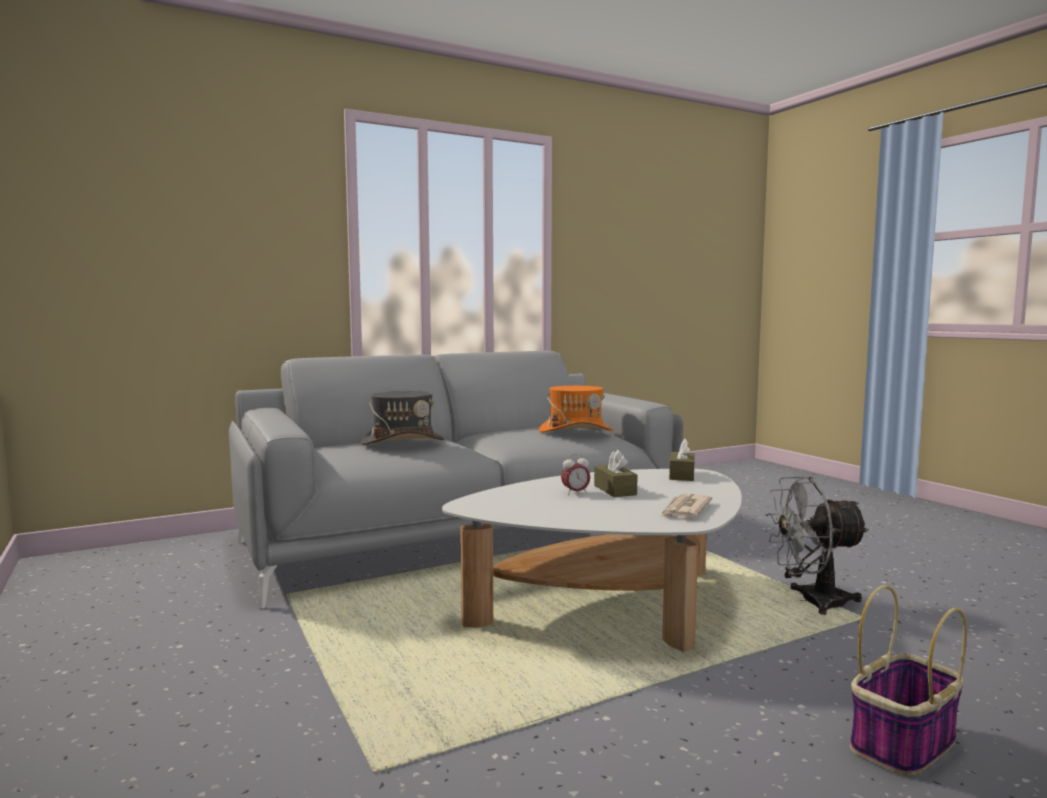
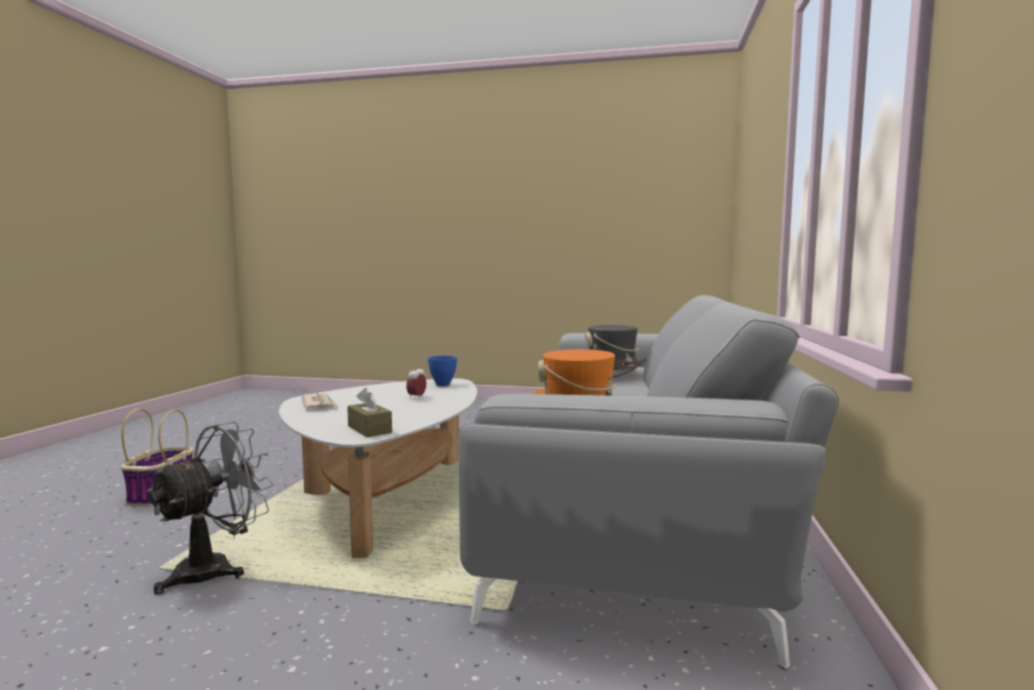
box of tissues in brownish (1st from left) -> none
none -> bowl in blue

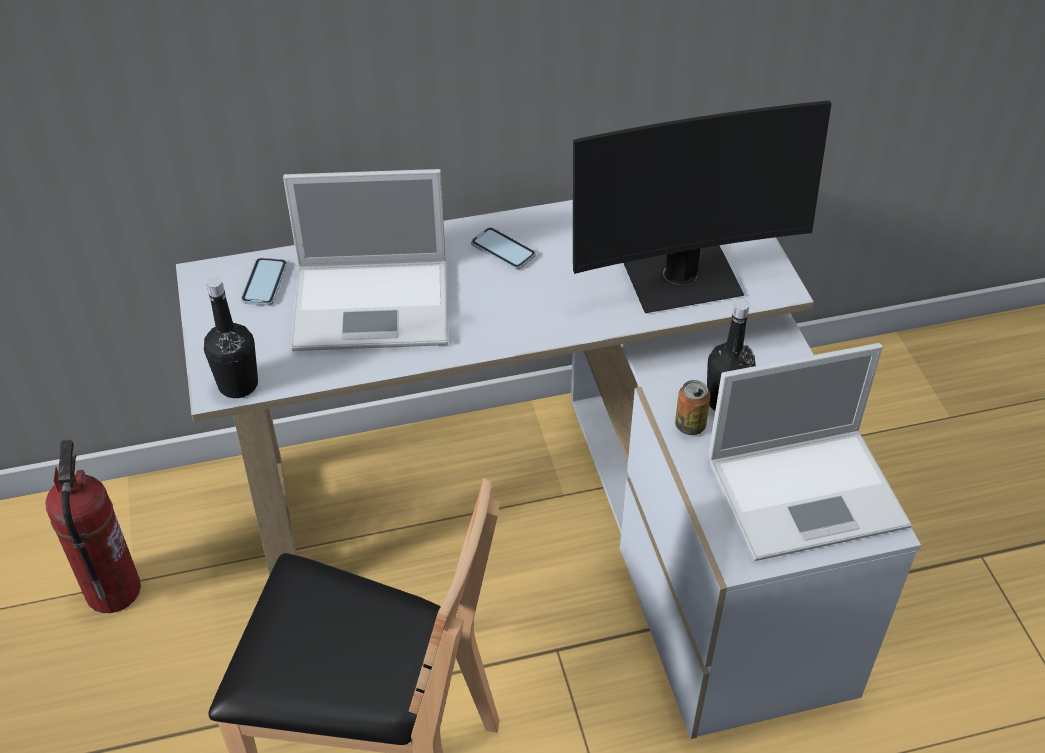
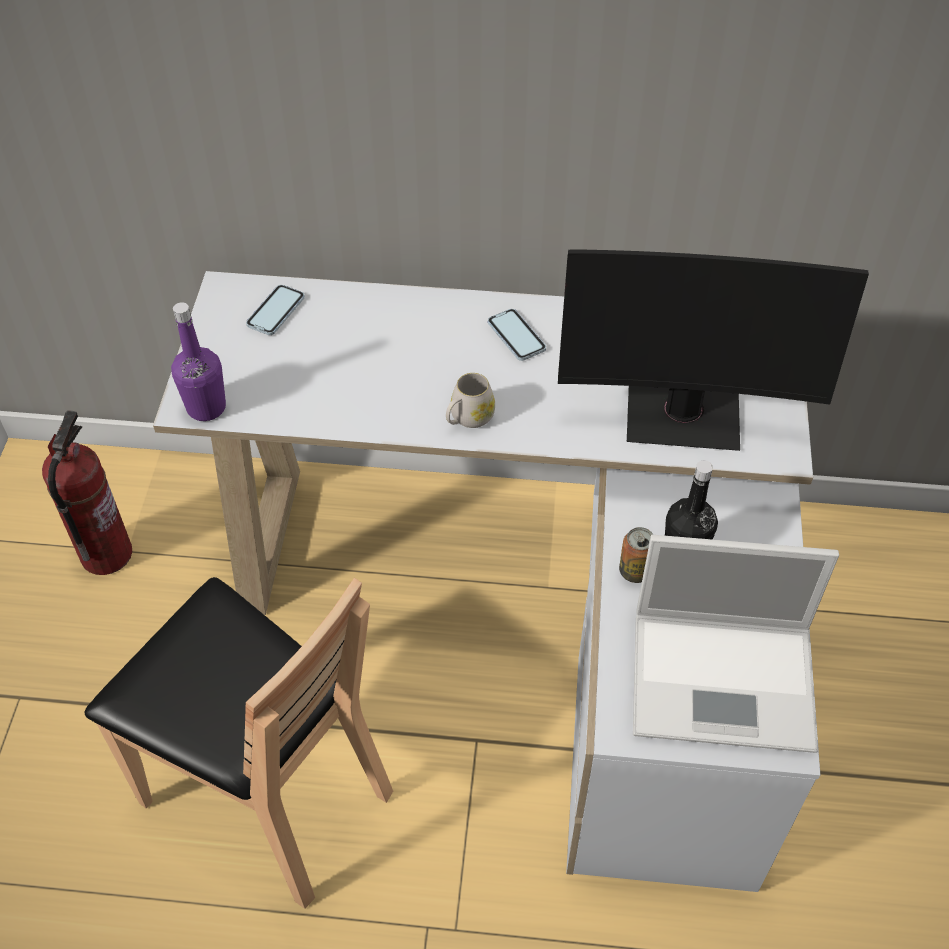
beverage bottle in blackish (1st from left) -> beverage bottle in purple-coloured
portable computer (1st from left) -> none
none -> mug in white

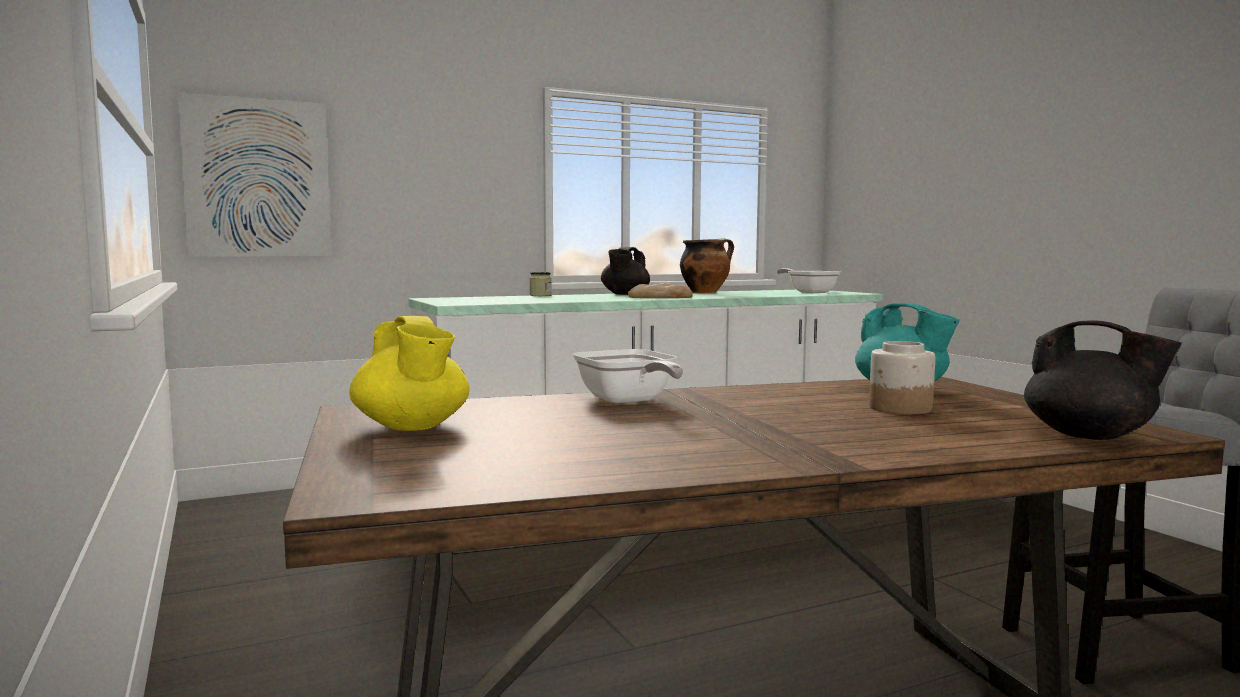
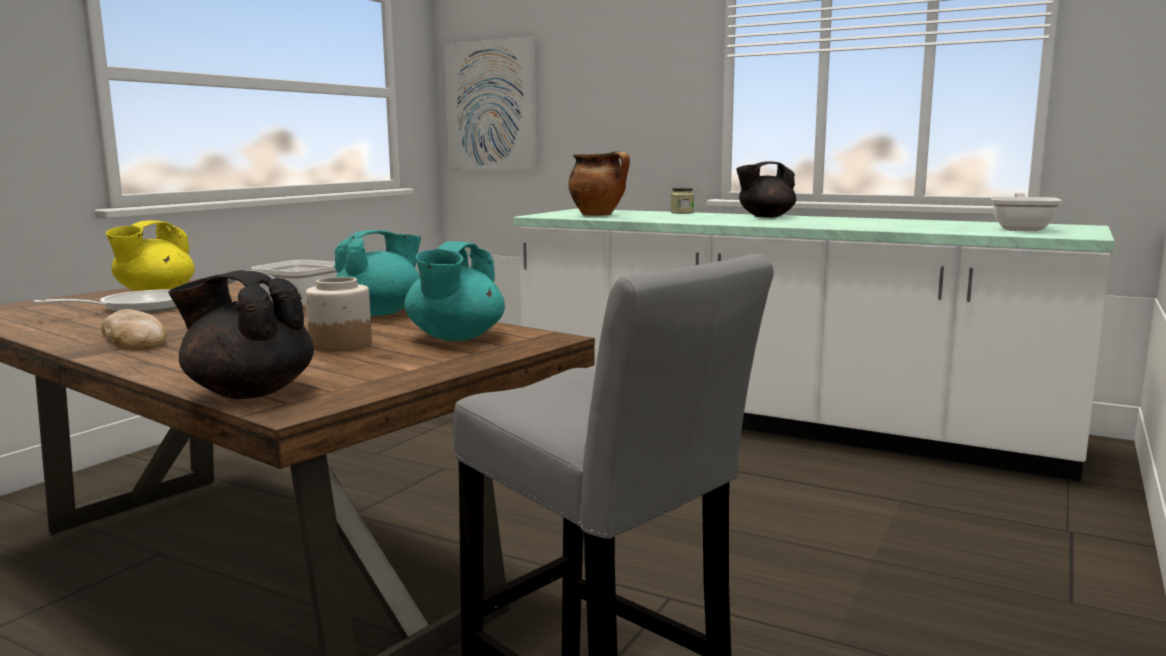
bread, moved
stockpot, moved
pot for tea in blackish (2nd from left in the first image) -> pot for tea in blackish (1st from left), 105 degrees clockwise
none -> pan (1st from left)
none -> pot for tea in turquoise-coloured (1st from left)

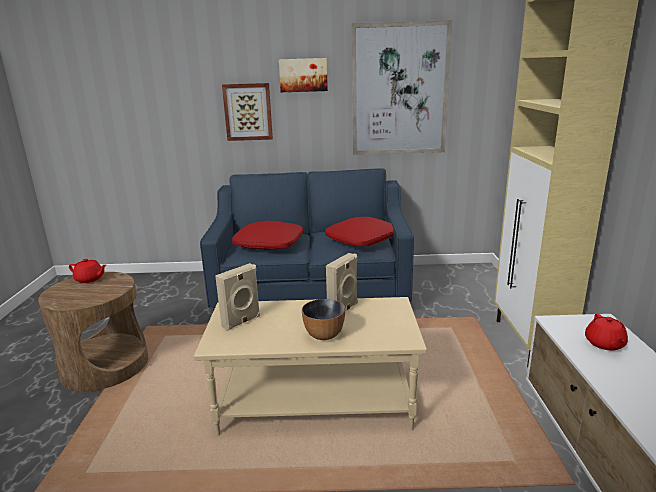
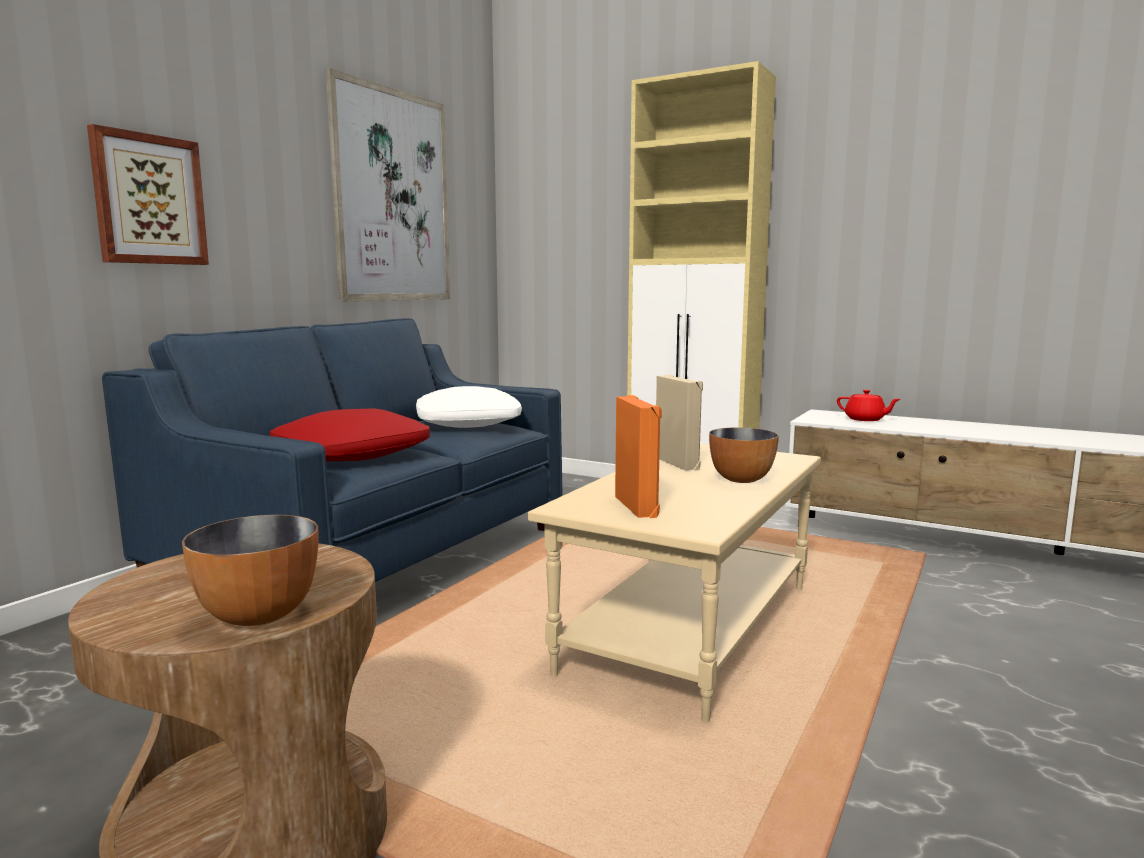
pot for tea in red-coloured (1st from left) -> none
audio speaker in beige-coloured (1st from left) -> audio speaker in orangey
wall picture (2nd from left) -> none
pillow in red-coloured (2nd from left) -> pillow in white
none -> bowl (1st from left)

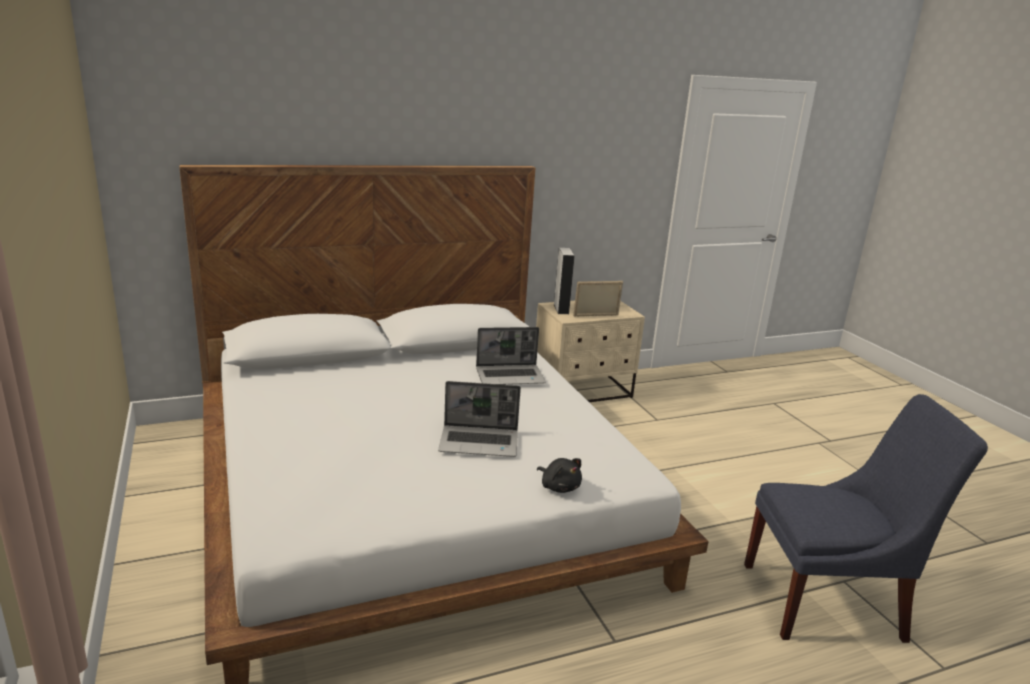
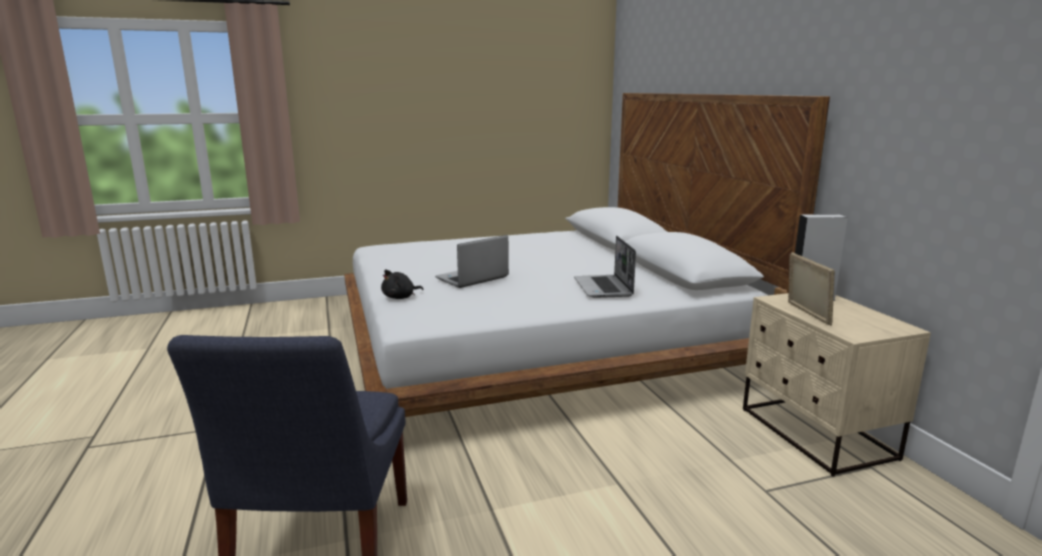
portable computer (1st from left), 45 degrees clockwise

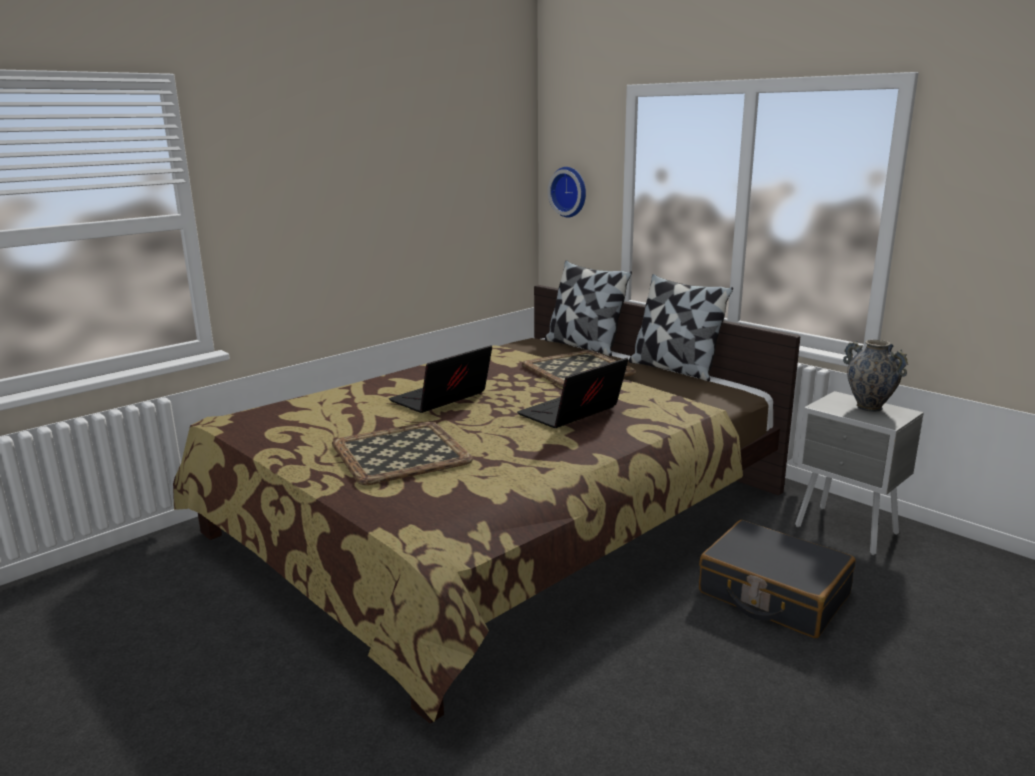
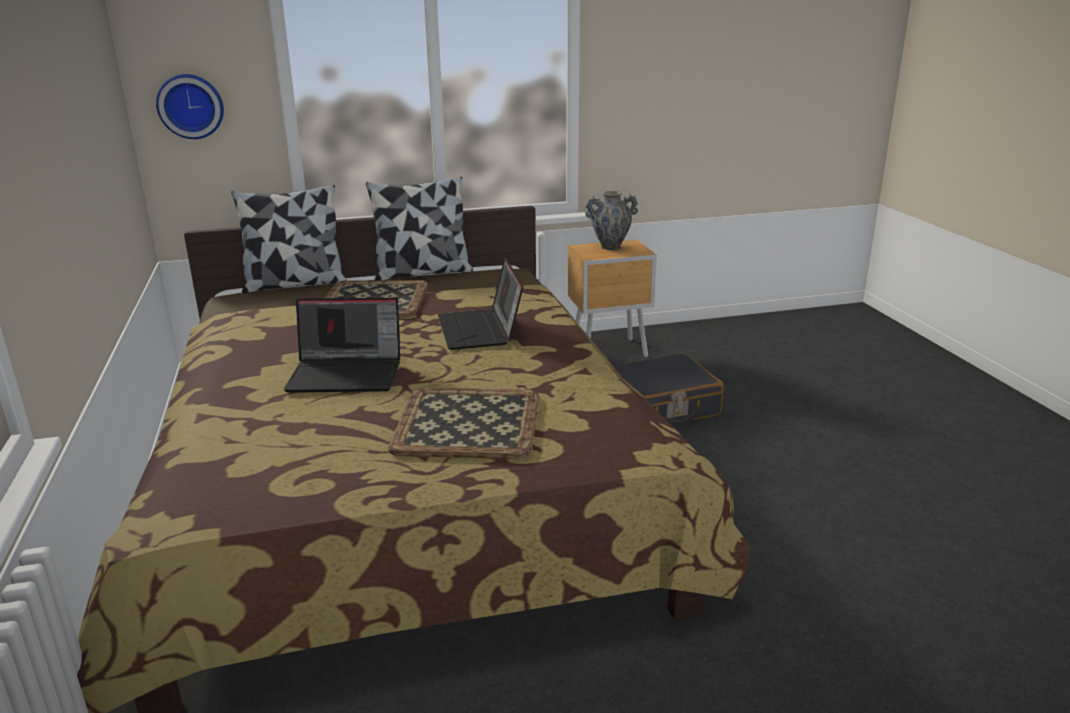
portable computer (1st from left), 75 degrees counterclockwise
nightstand in greyish -> nightstand in brownish

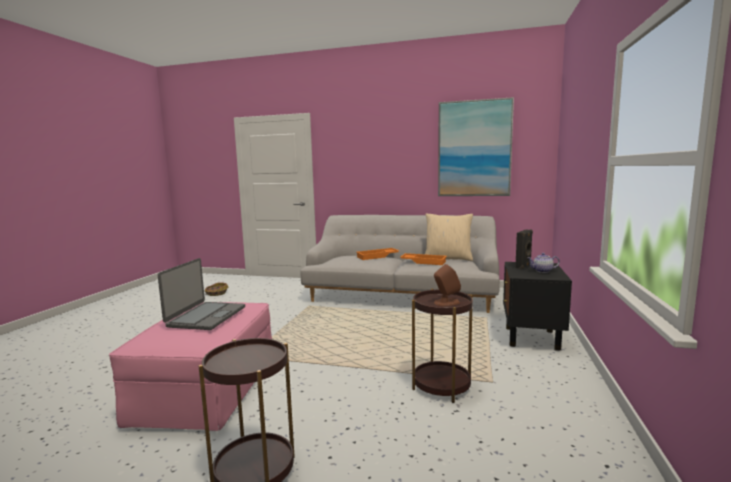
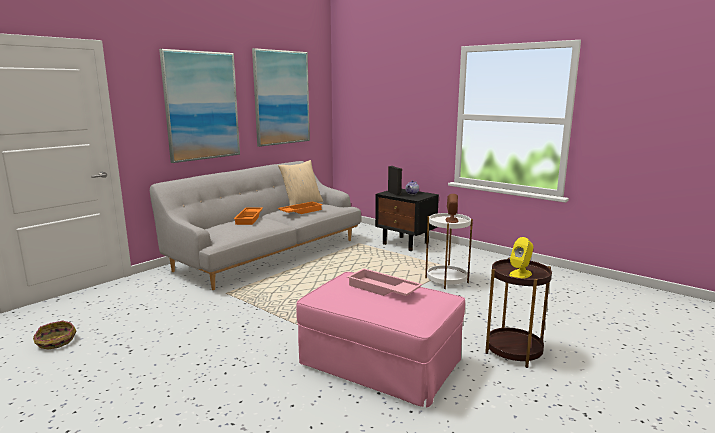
portable computer -> tray in pink
side table in brownish (2nd from left) -> side table in white
none -> wall picture (1st from left)
none -> audio speaker in yellow

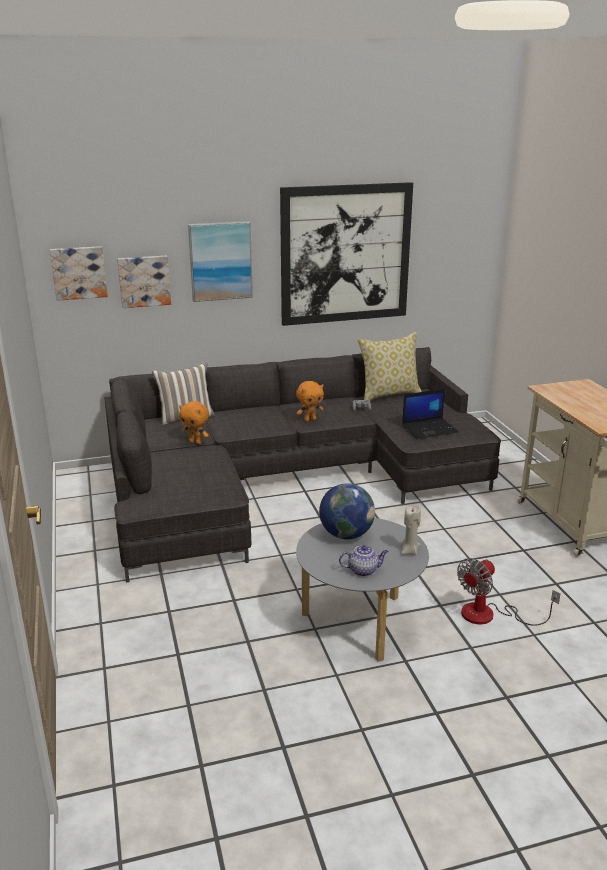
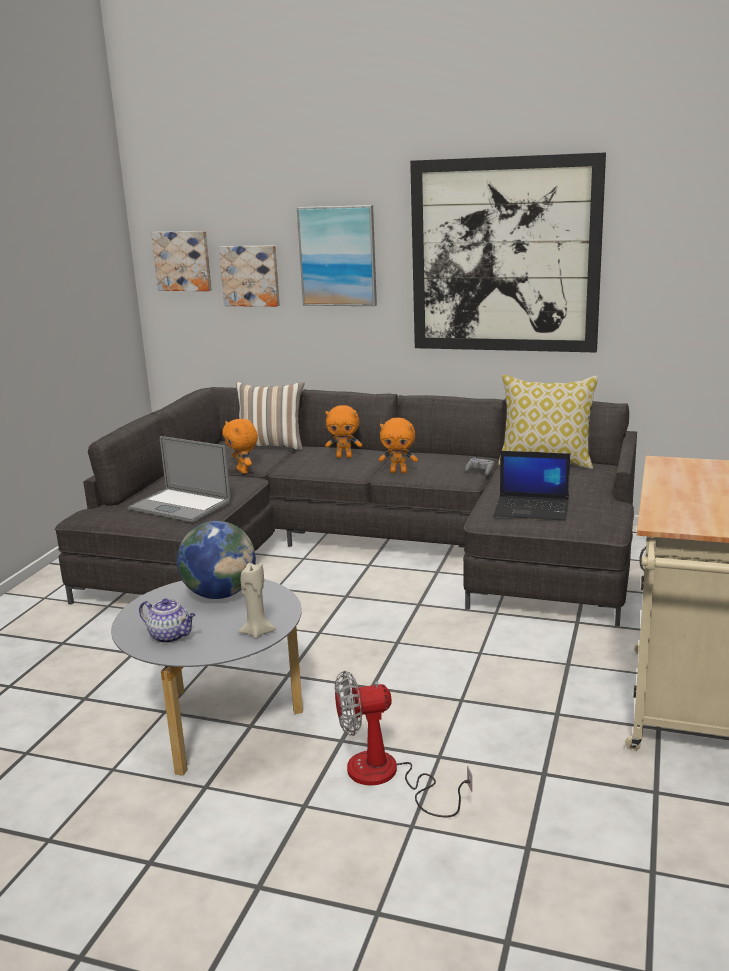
none -> portable computer (1st from left)
none -> cuddly toy in orangey (2nd from left)

